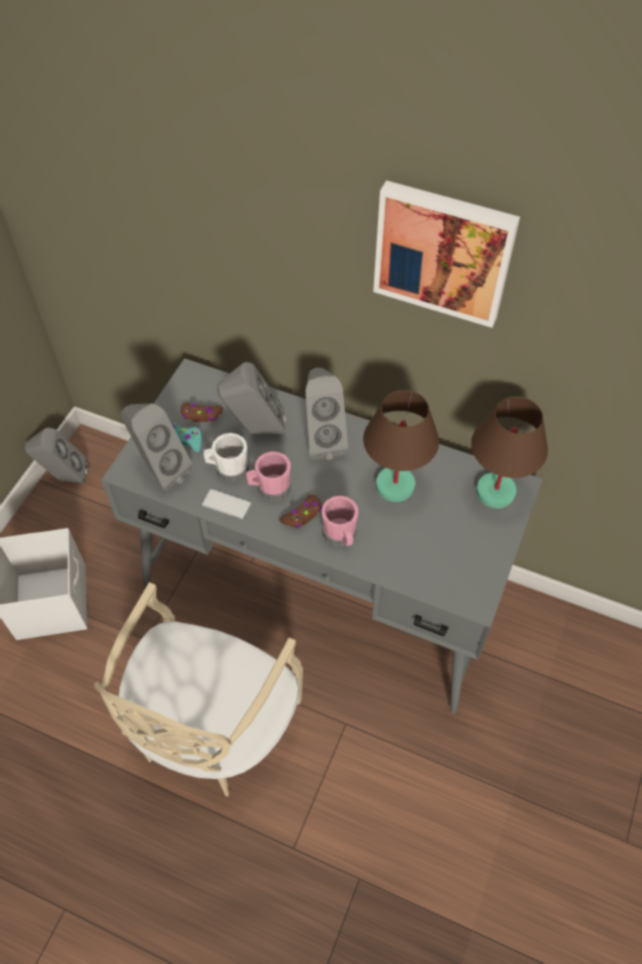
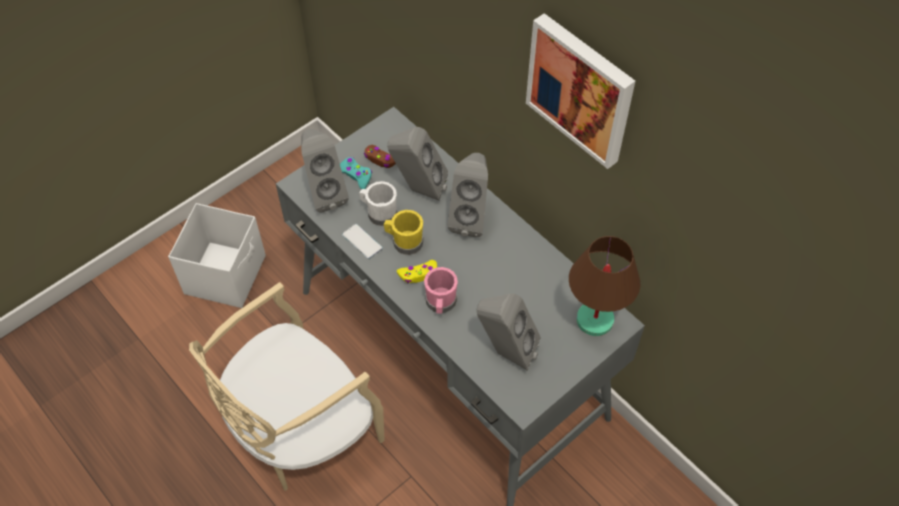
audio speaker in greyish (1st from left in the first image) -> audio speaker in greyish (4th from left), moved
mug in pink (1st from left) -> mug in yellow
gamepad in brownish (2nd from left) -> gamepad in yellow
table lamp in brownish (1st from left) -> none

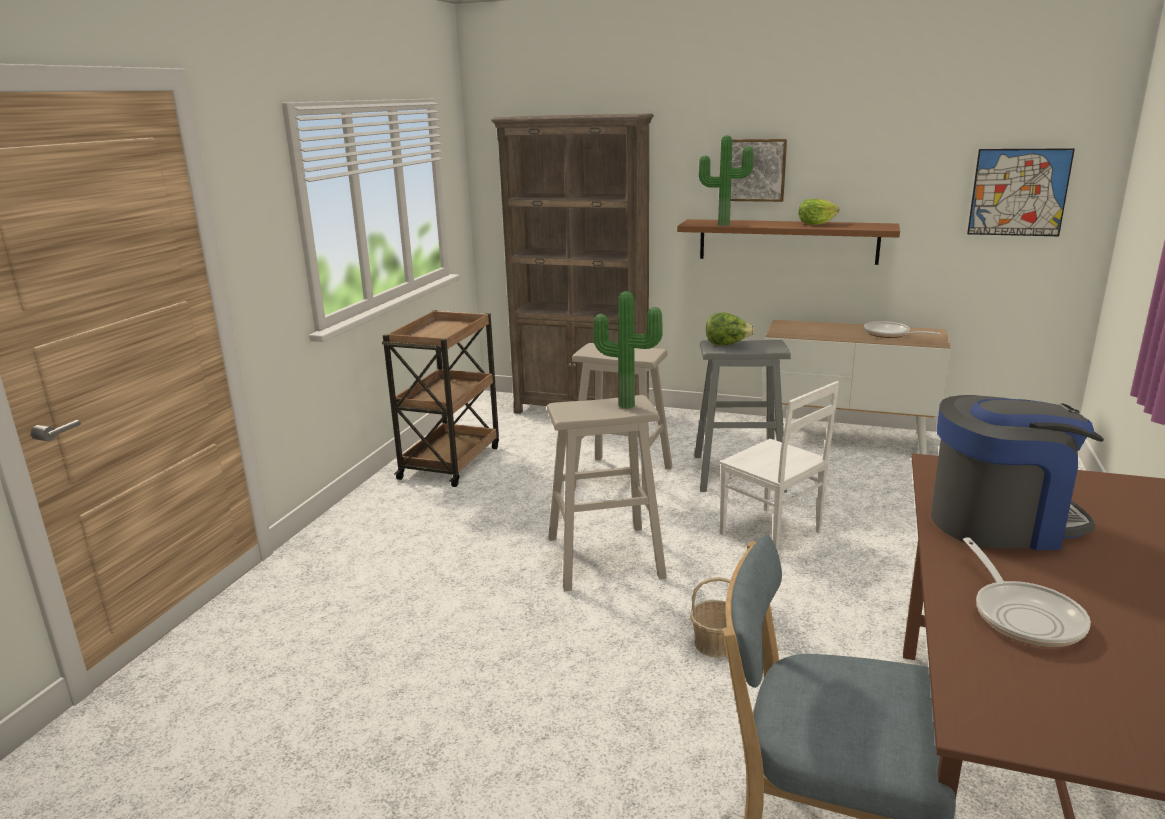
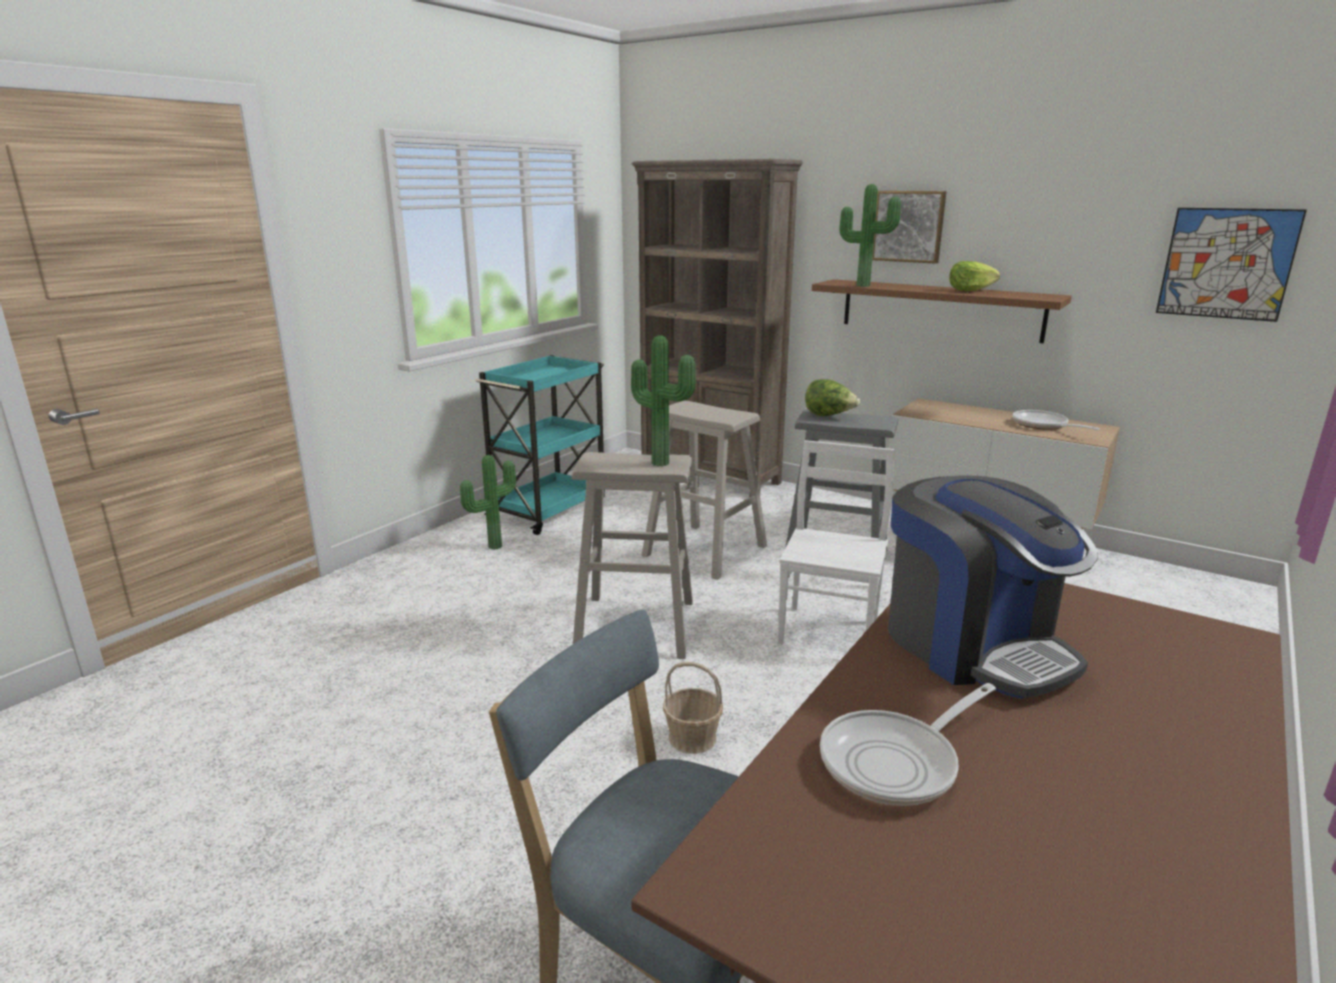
trolley in brownish -> trolley in turquoise-coloured
upright chair in white, 135 degrees counterclockwise
coffee machine, 45 degrees clockwise
pan (2nd from left in the first image) -> pan (1st from left), 45 degrees clockwise
none -> potted plant (1st from left)

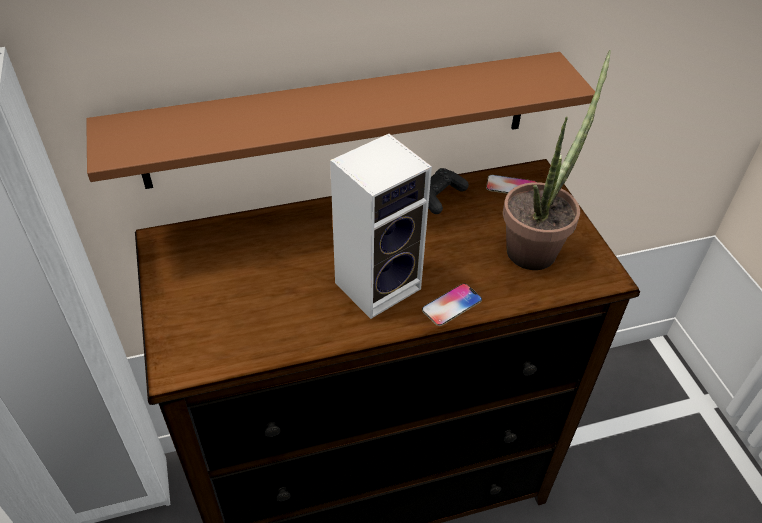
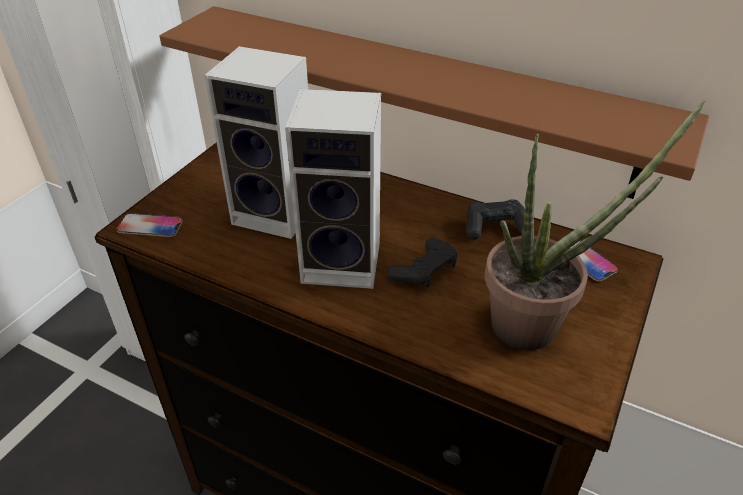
telephone (1st from left), moved
none -> audio speaker (1st from left)
none -> gamepad in blackish (1st from left)

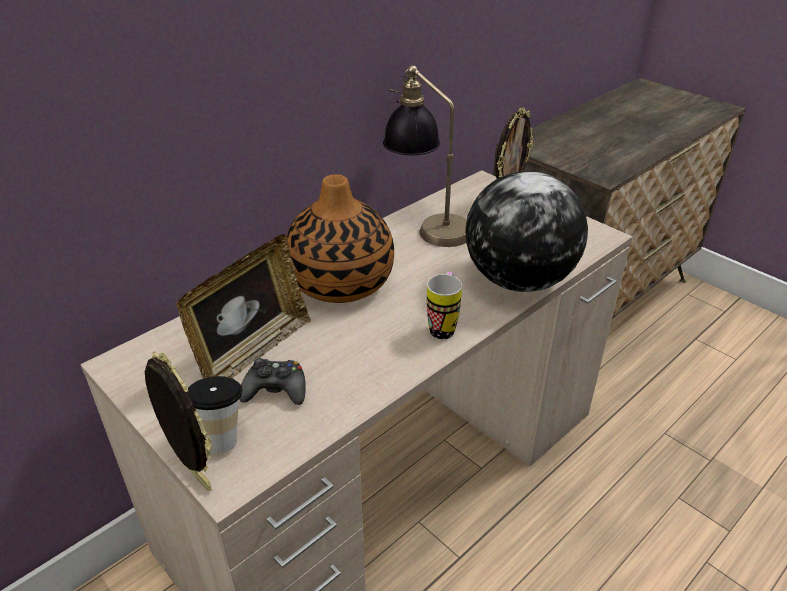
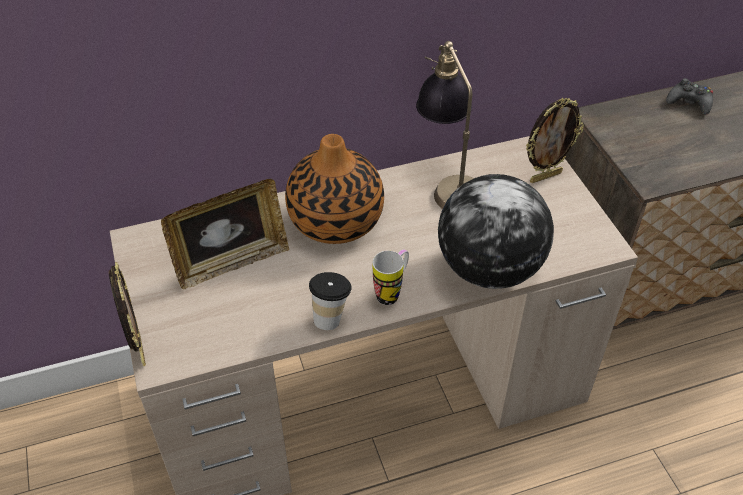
cup, moved
gamepad in blackish, moved

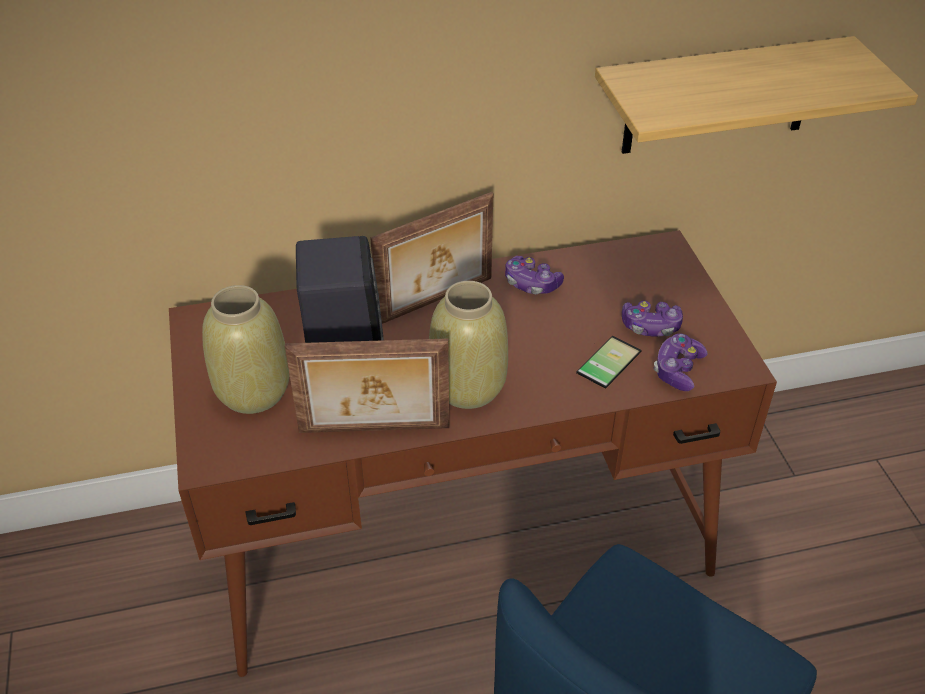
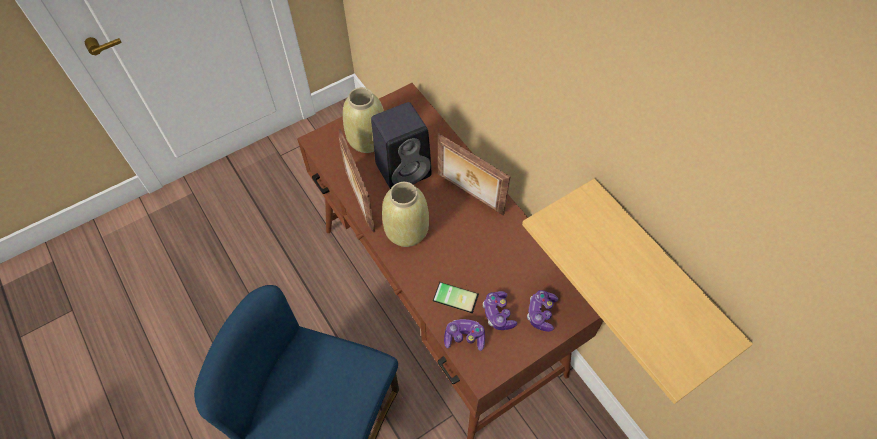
gamepad (1st from left in the first image) -> gamepad (3rd from left), moved

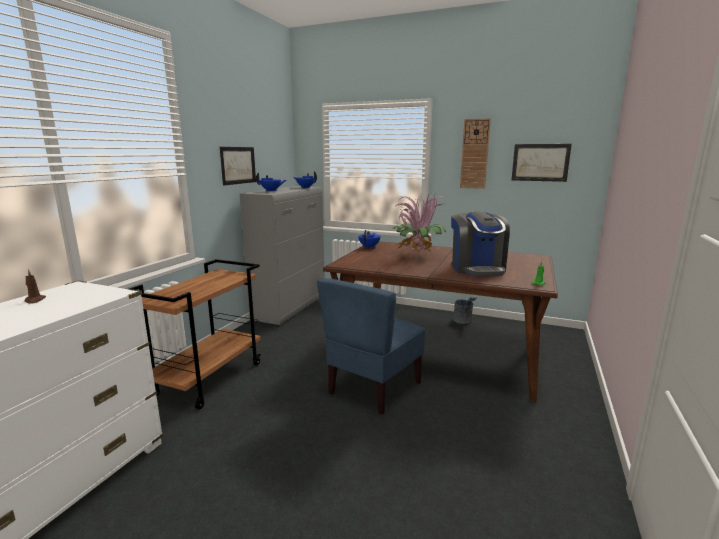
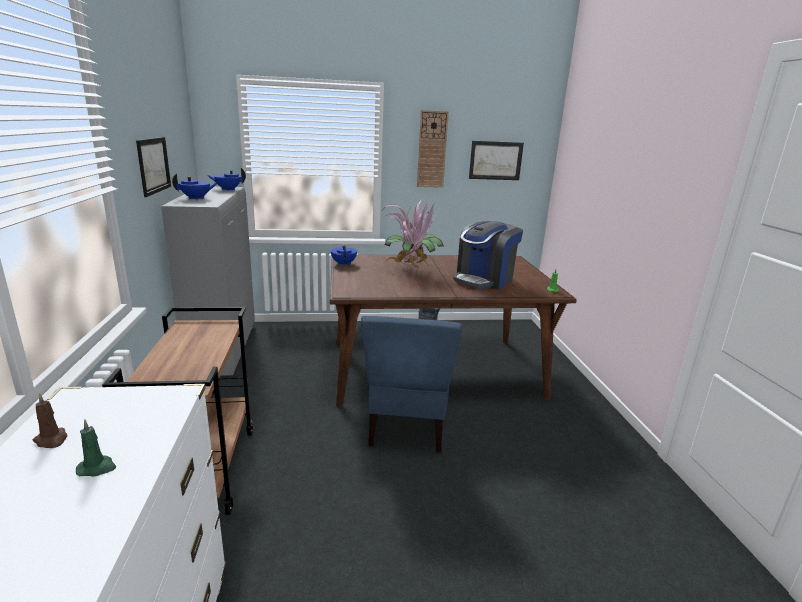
coffee machine, 75 degrees clockwise
none -> wax candle in greenish (1st from left)

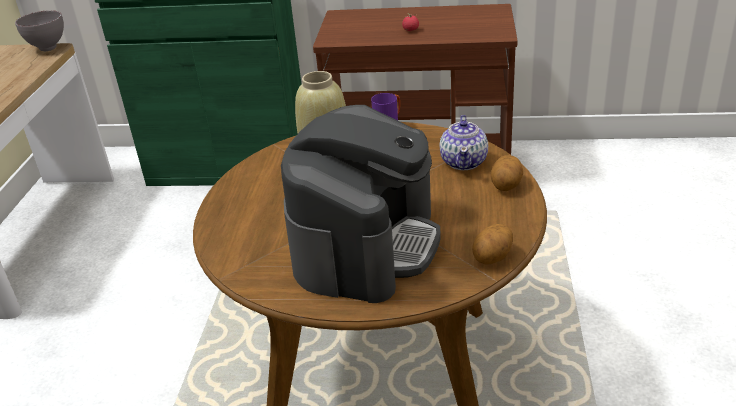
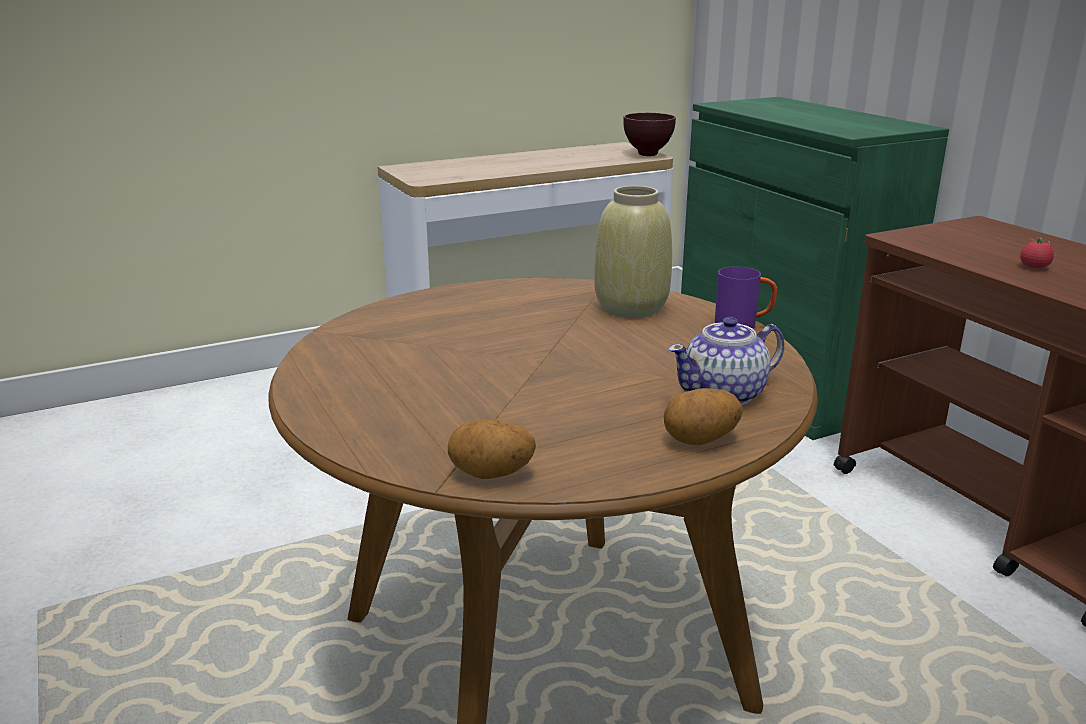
bowl in greyish -> bowl in brownish
coffee machine -> none

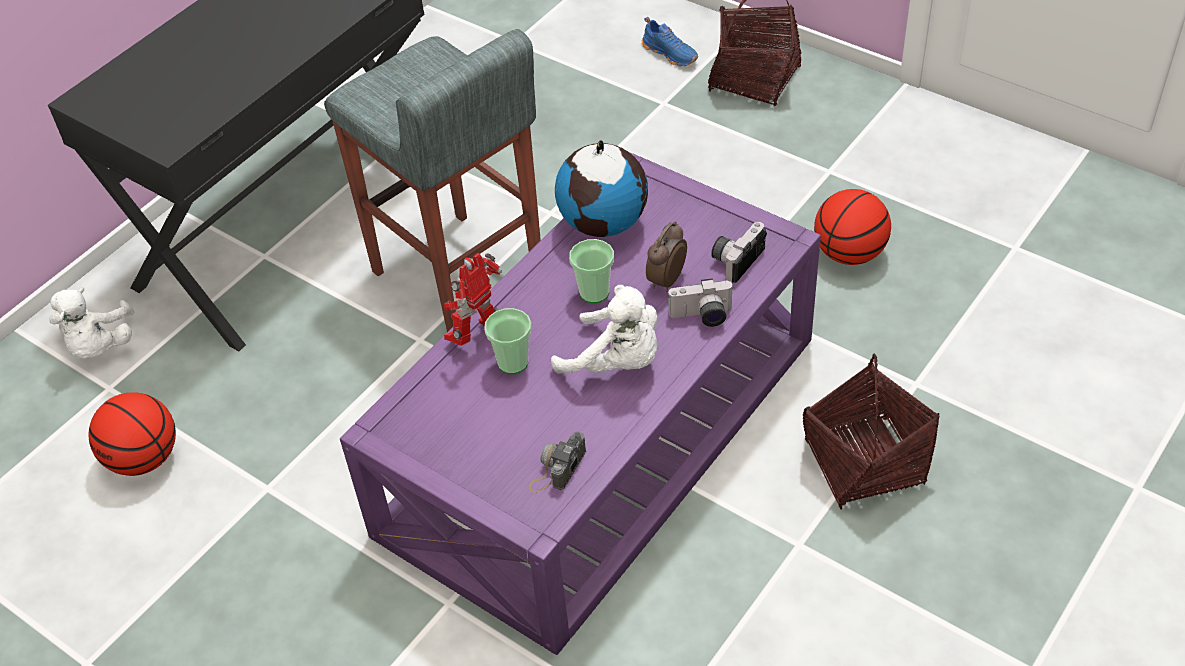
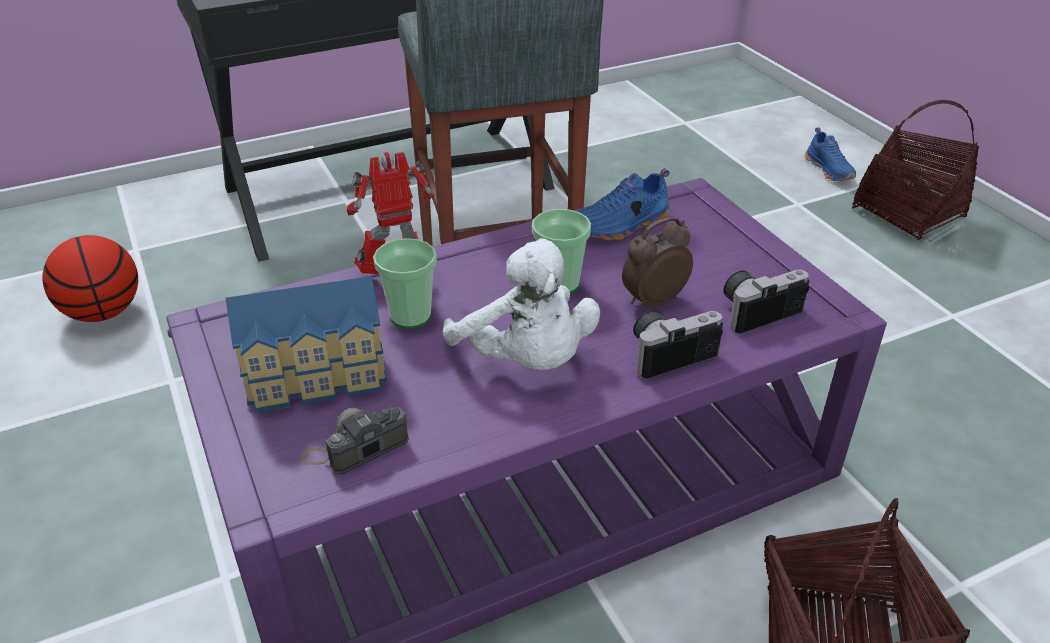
cuddly toy in white (1st from left) -> none
desk globe -> item of footwear in blue (1st from left)
photo camera (2nd from left), 135 degrees clockwise
basketball ball (2nd from left) -> none
none -> model house

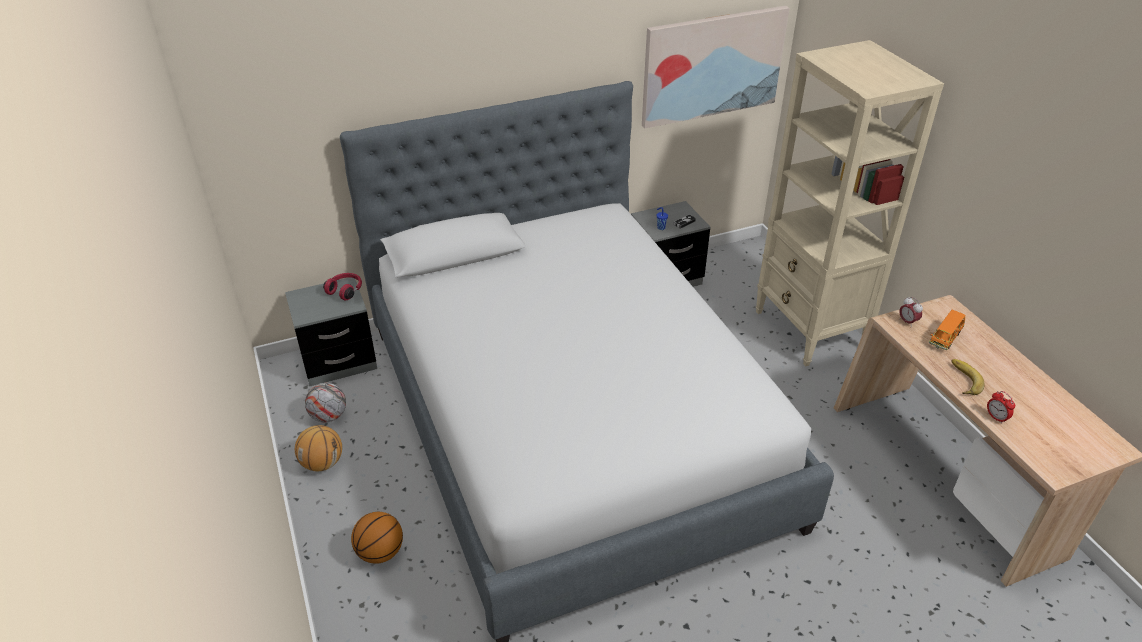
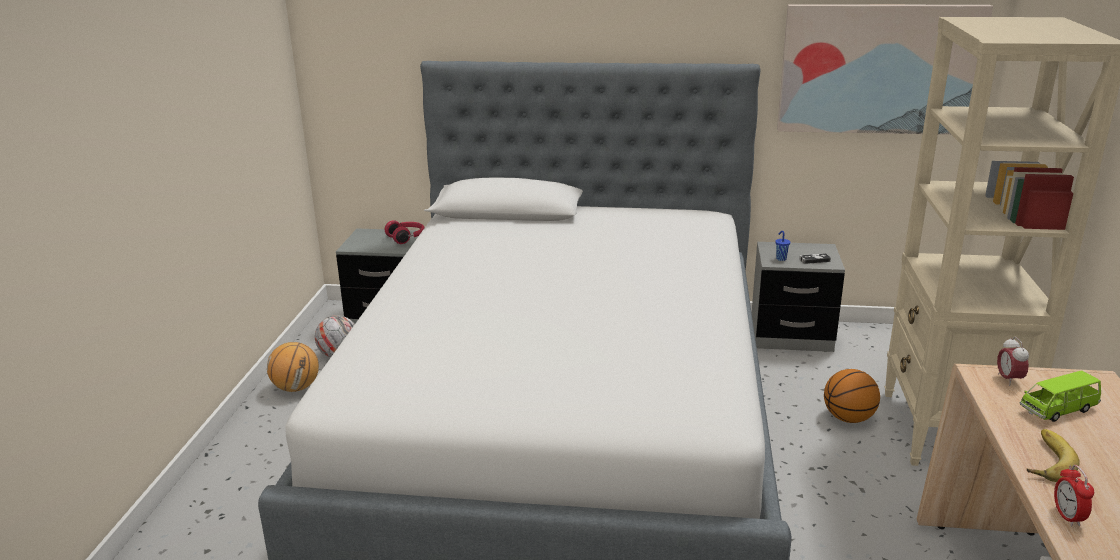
basketball ball (2nd from left), moved
model car in orangey -> model car in greenish

